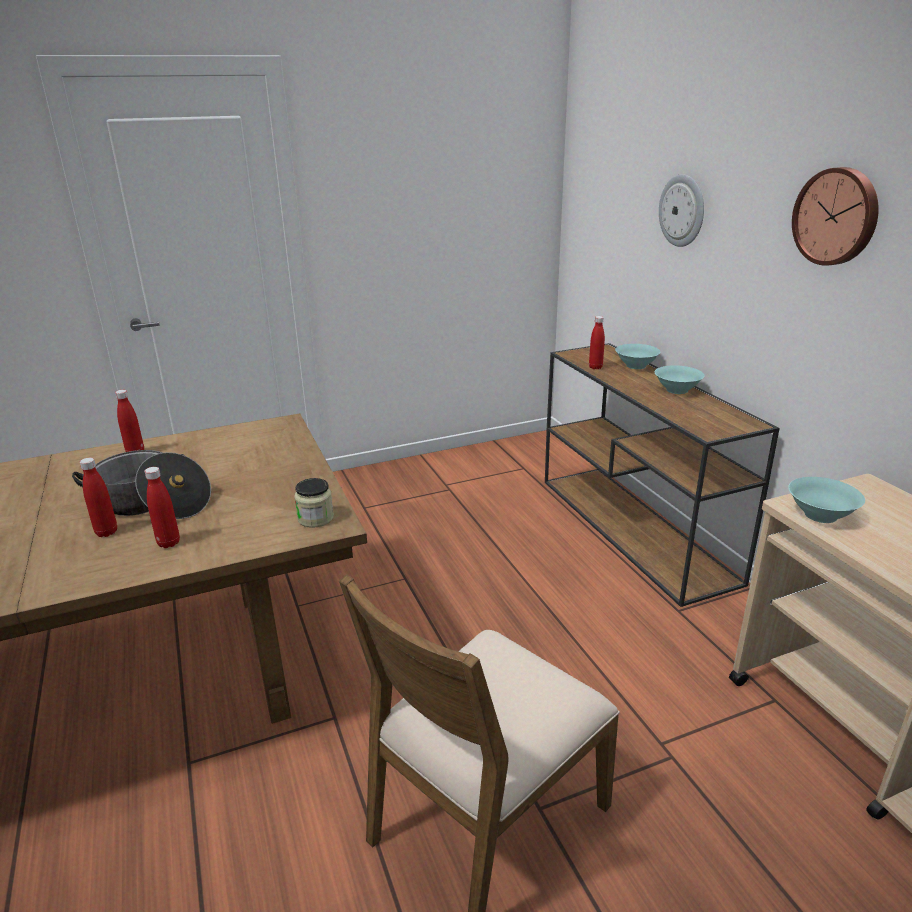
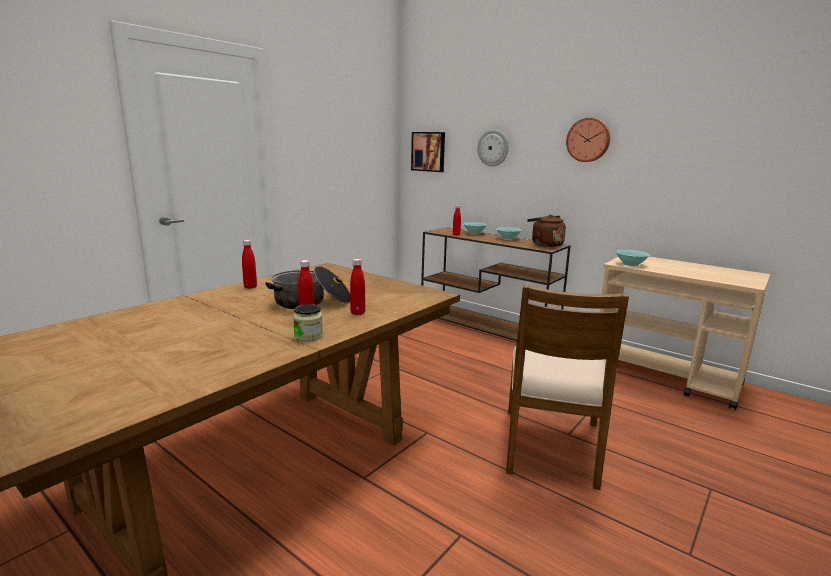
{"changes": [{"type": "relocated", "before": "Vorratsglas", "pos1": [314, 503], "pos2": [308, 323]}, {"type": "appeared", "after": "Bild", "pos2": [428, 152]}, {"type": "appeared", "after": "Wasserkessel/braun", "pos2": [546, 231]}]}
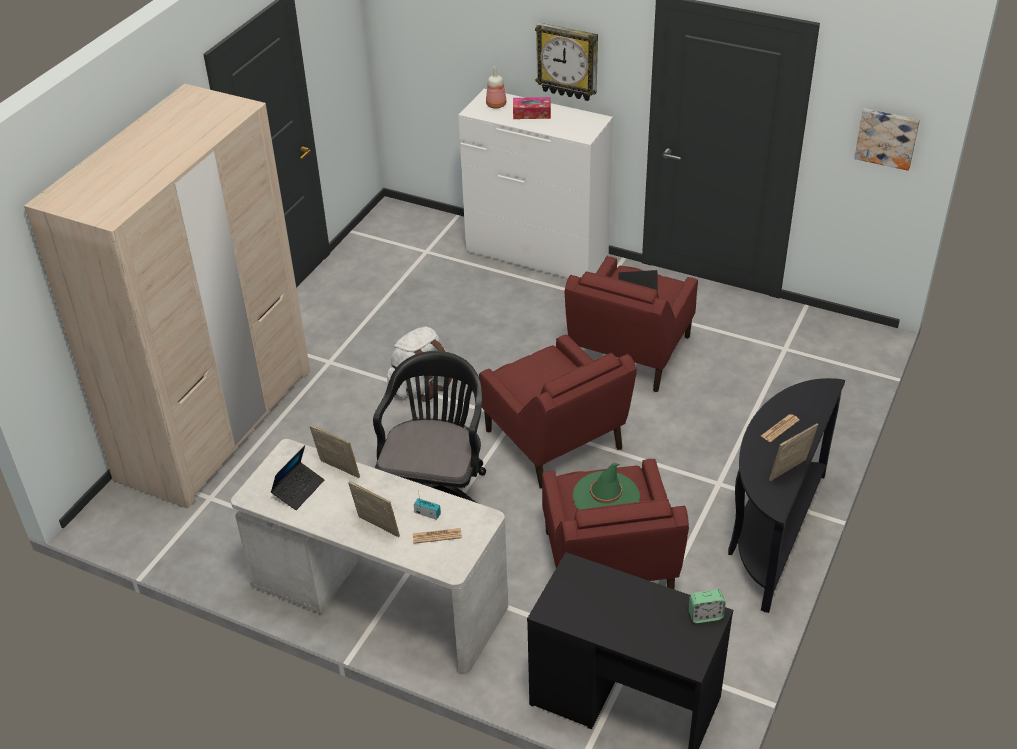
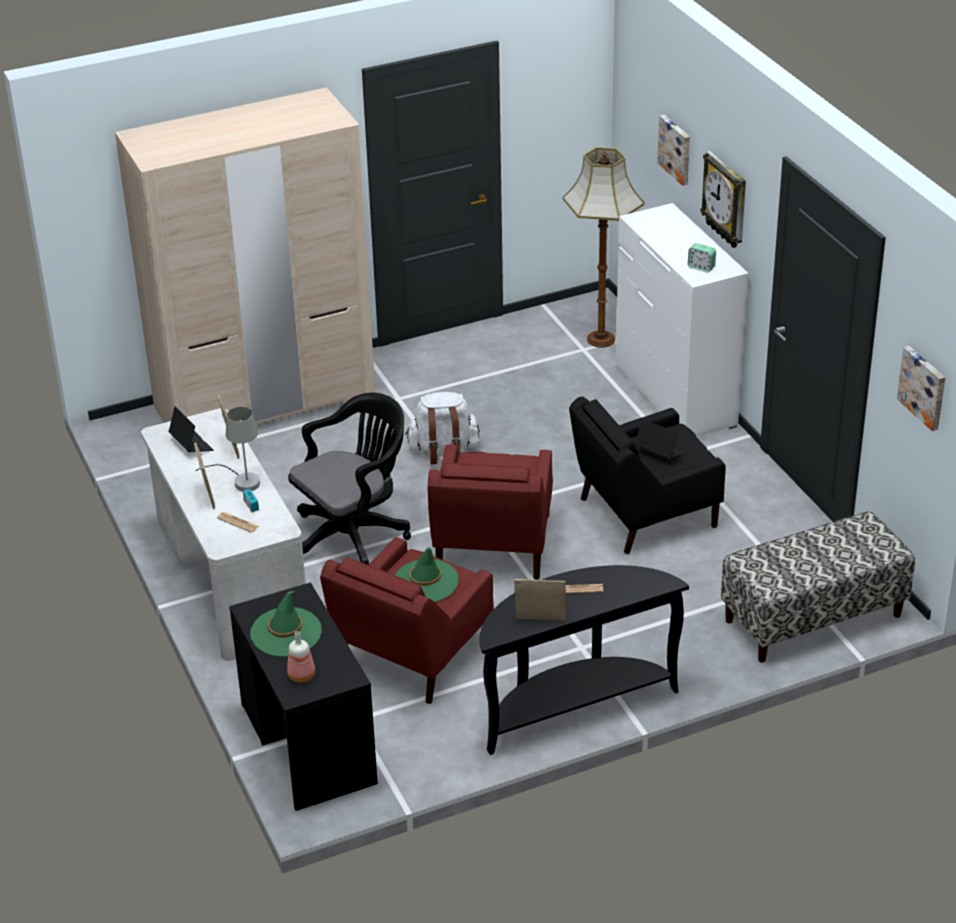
{"changes": [{"type": "spun", "before": "Laptop", "pos1": [297, 477], "pos2": [190, 429], "turn": -105}, {"type": "appeared", "after": "Tischlampe/grau", "pos2": [228, 449]}, {"type": "appeared", "after": "Hut/grün", "pos2": [286, 623]}, {"type": "relocated", "before": "Flasche", "pos1": [496, 87], "pos2": [301, 657]}, {"type": "appeared", "after": "Stehlampe", "pos2": [603, 247]}, {"type": "colour", "before": "Sessel/rot", "after": "Sessel/schwarz", "pos1": [631, 324], "pos2": [647, 475]}, {"type": "appeared", "after": "Bild", "pos2": [673, 150]}, {"type": "relocated", "before": "Wecker", "pos1": [707, 606], "pos2": [702, 258]}, {"type": "appeared", "after": "Bank", "pos2": [818, 587]}, {"type": "missing", "before": "Taschentuchbox", "pos1": [532, 108]}]}
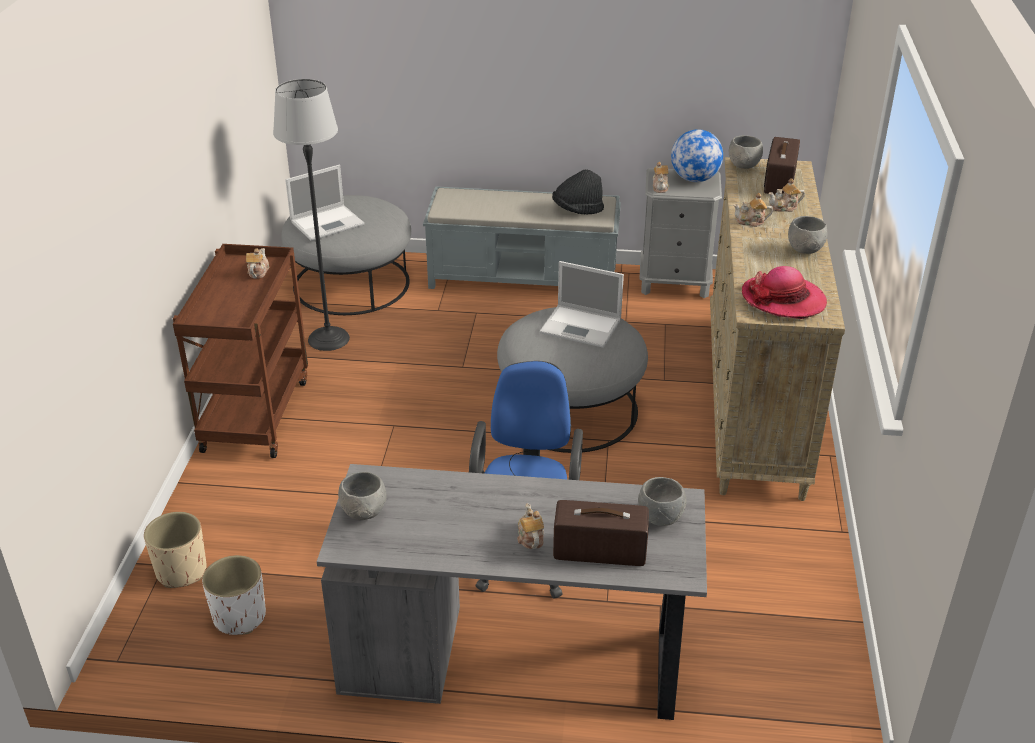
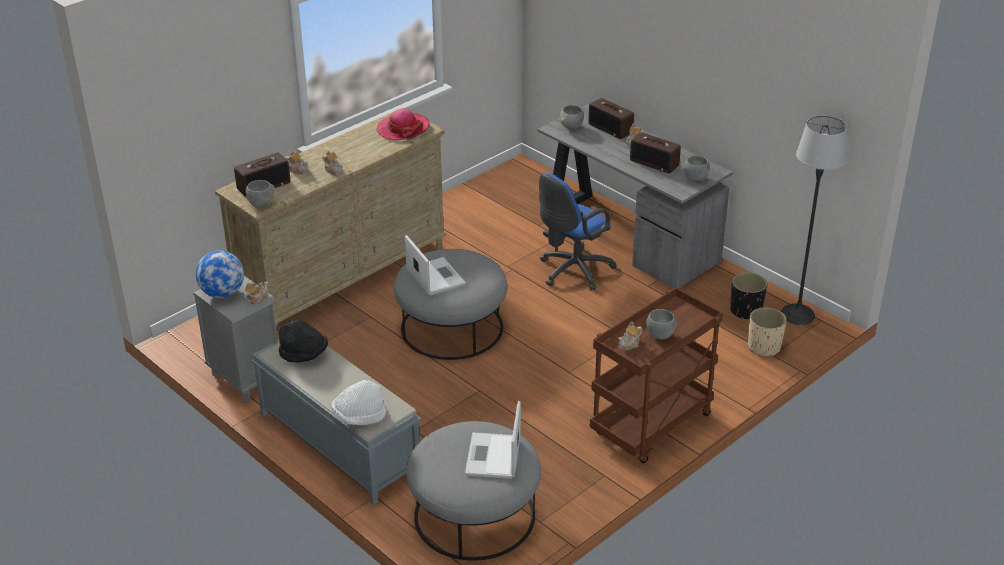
{"changes": [{"type": "appeared", "after": "Hut/weiß", "pos2": [359, 402]}, {"type": "spun", "before": "Laptop", "pos1": [325, 203], "pos2": [493, 440], "turn": -90}, {"type": "appeared", "after": "Radio", "pos2": [655, 152]}, {"type": "relocated", "before": "Schüssel/grau", "pos1": [807, 235], "pos2": [661, 324]}, {"type": "colour", "before": "Pflanzkübel/weiß", "after": "Pflanzkübel/schwarz", "pos1": [234, 595], "pos2": [748, 296]}, {"type": "relocated", "before": "Stehlampe", "pos1": [311, 215], "pos2": [814, 220]}]}
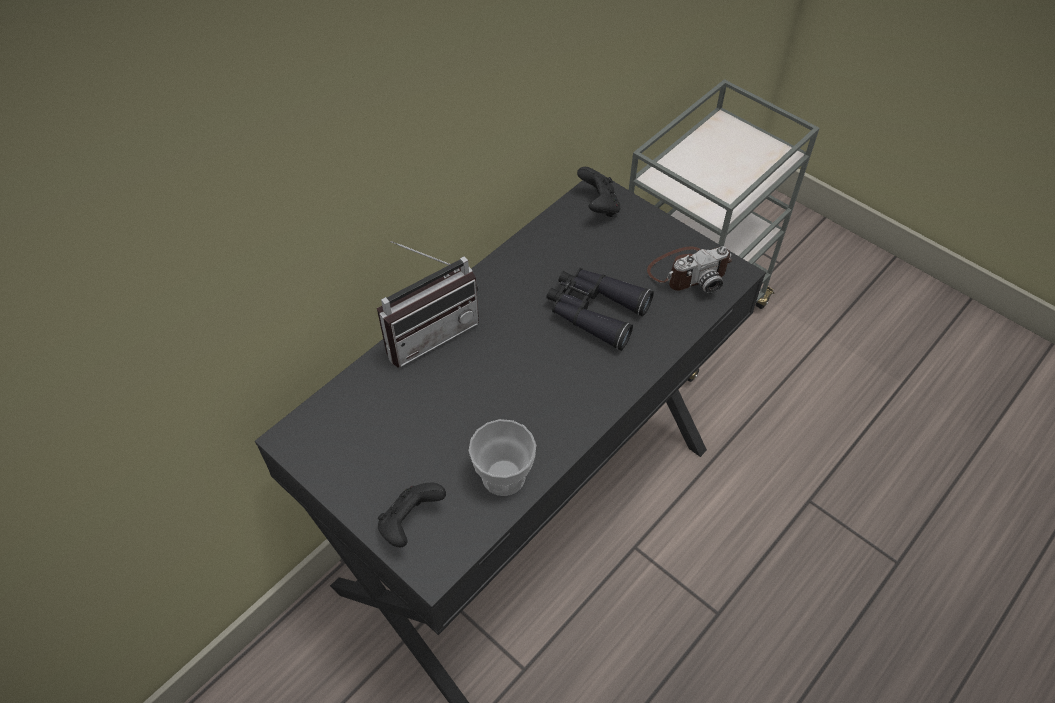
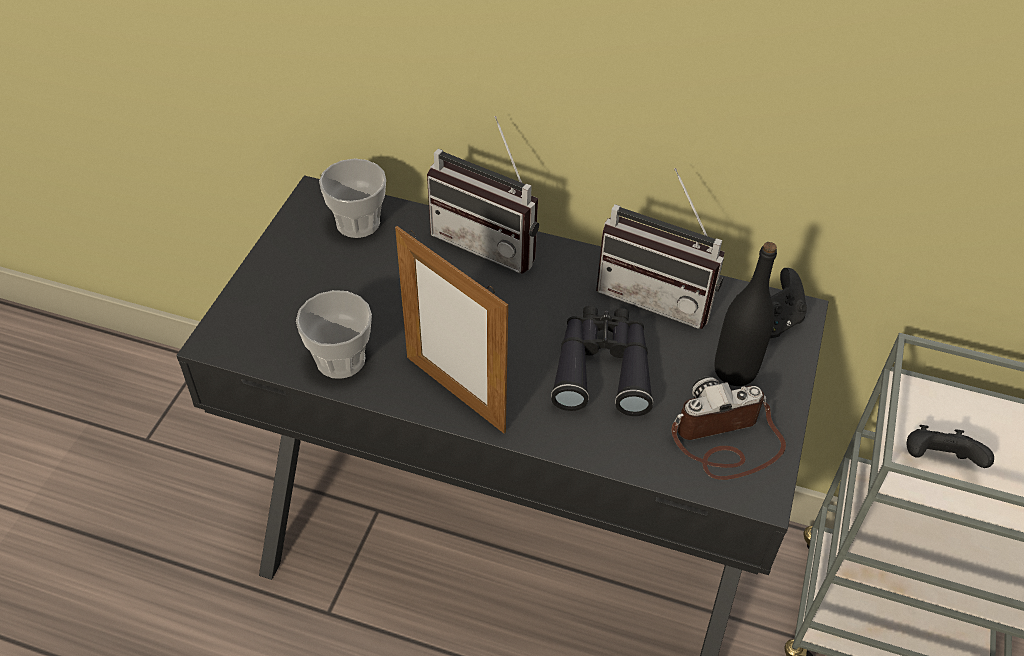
{"changes": [{"type": "appeared", "after": "Tasse", "pos2": [352, 198]}, {"type": "appeared", "after": "Bilderrahmen", "pos2": [451, 330]}, {"type": "appeared", "after": "Radio", "pos2": [660, 248]}, {"type": "spun", "before": "Kamera", "pos1": [689, 269], "pos2": [728, 428], "turn": 120}, {"type": "appeared", "after": "Flasche/schwarz", "pos2": [745, 314]}, {"type": "relocated", "before": "Gamepad/schwarz", "pos1": [412, 515], "pos2": [950, 446]}]}
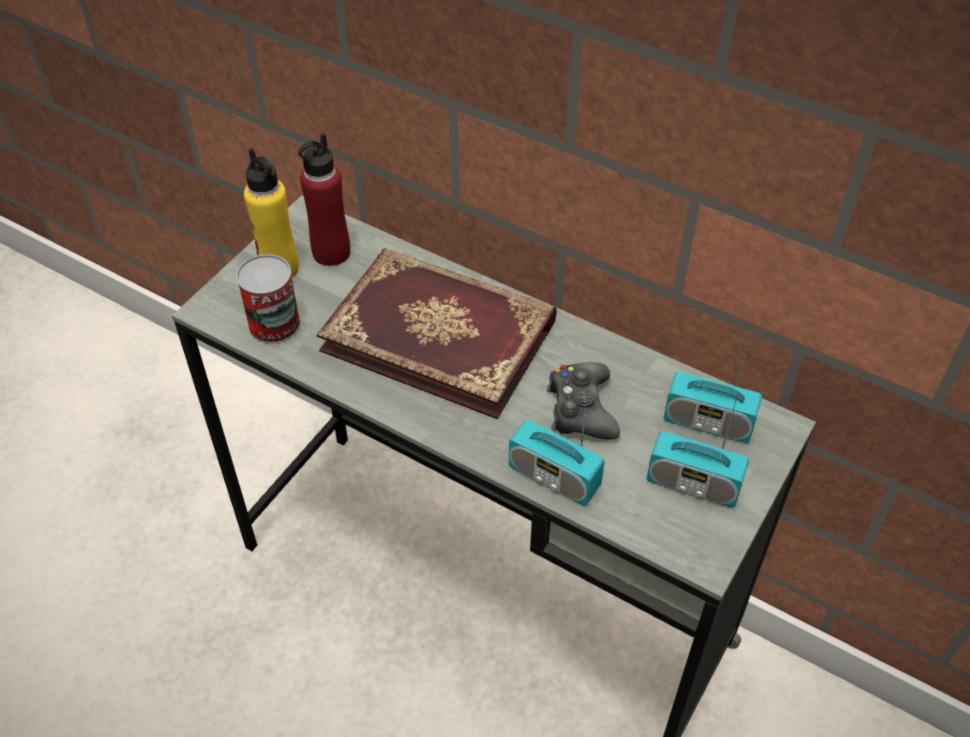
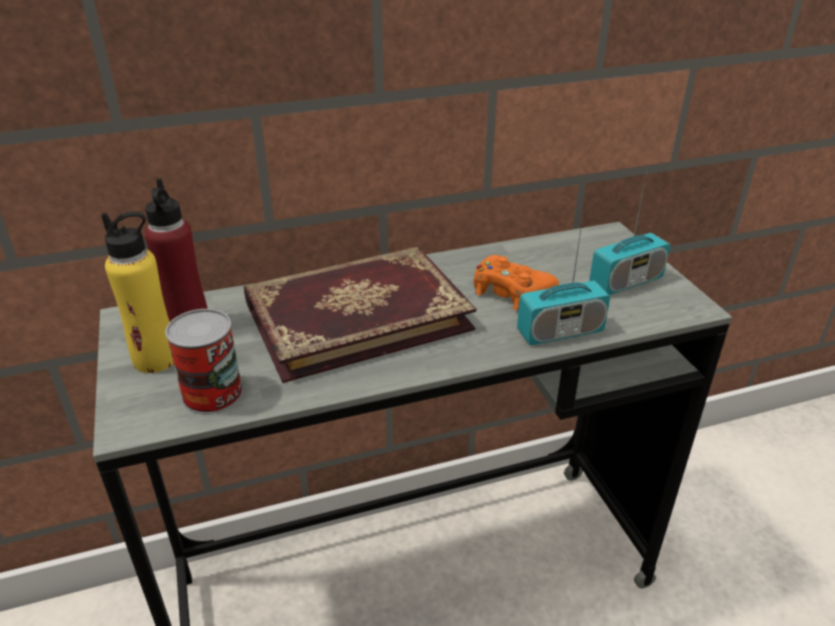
{"changes": [{"type": "colour", "before": "Gamepad/schwarz", "after": "Gamepad/orange", "pos1": [583, 401], "pos2": [516, 282]}, {"type": "missing", "before": "Radio", "pos1": [713, 386]}]}
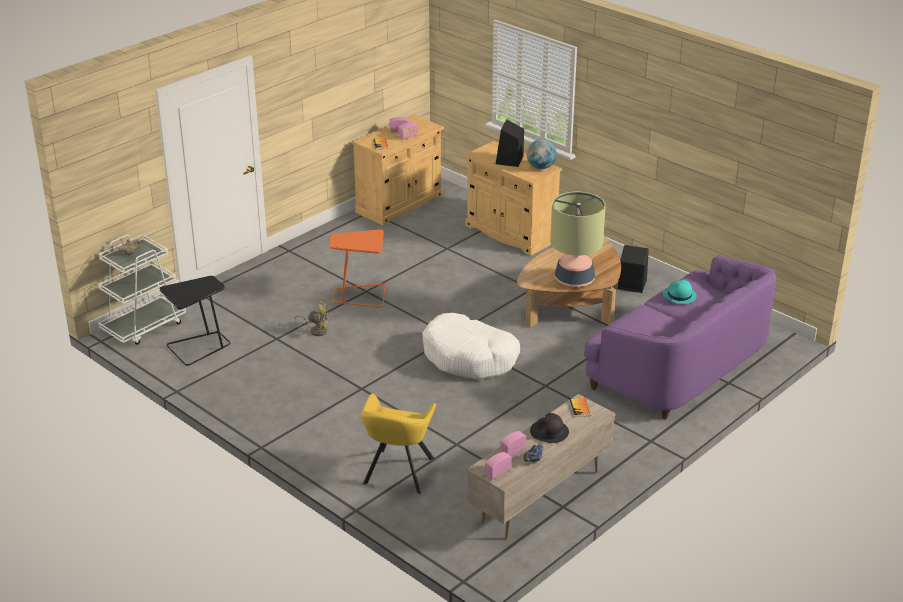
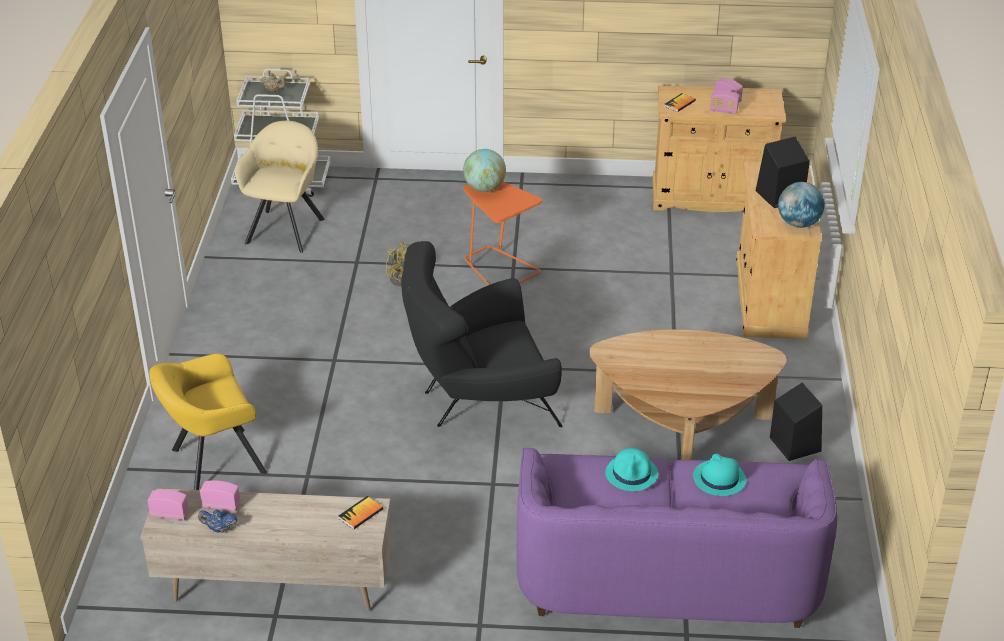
{"changes": [{"type": "exchanged", "before": "Beistelltisch/schwarz", "after": "Sessel/beige", "pos1": [194, 321], "pos2": [280, 187]}, {"type": "exchanged", "before": "Hundebett/weiß", "after": "Sessel/schwarz", "pos1": [471, 346], "pos2": [481, 334]}, {"type": "appeared", "after": "Globus", "pos2": [484, 170]}, {"type": "appeared", "after": "Hut/türkis", "pos2": [631, 469]}, {"type": "missing", "before": "Hut/schwarz", "pos1": [549, 428]}, {"type": "missing", "before": "Tischlampe", "pos1": [578, 239]}]}
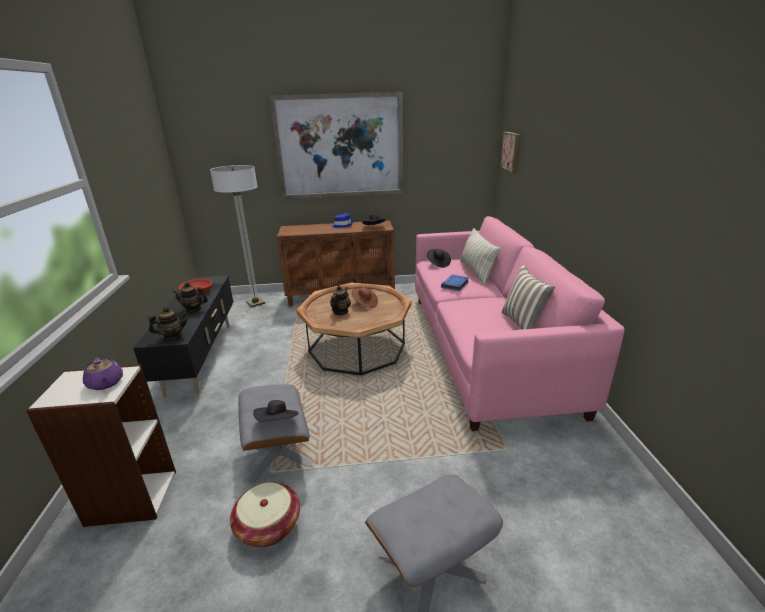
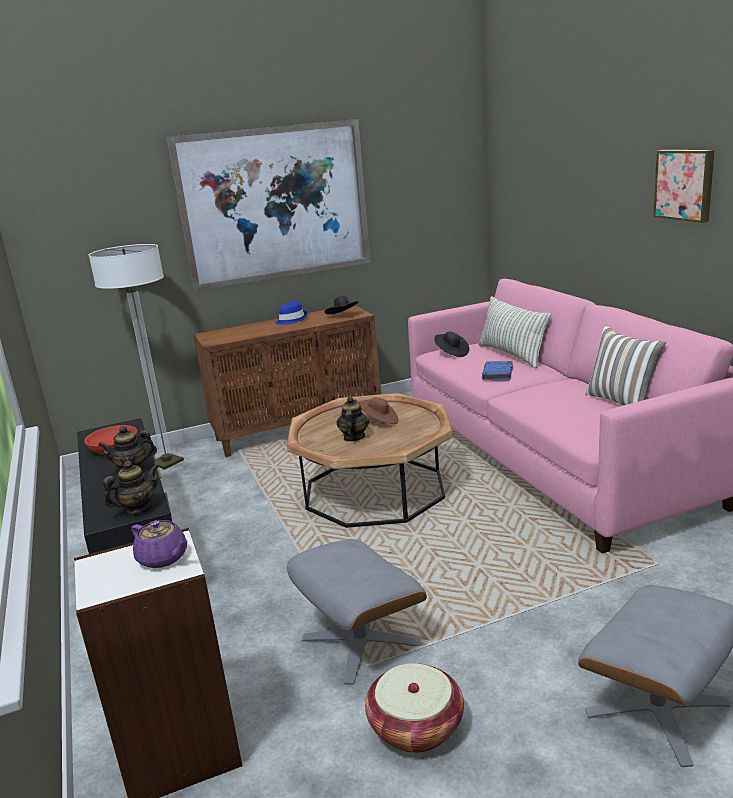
{"changes": [{"type": "relocated", "before": "Bild", "pos1": [510, 152], "pos2": [683, 186]}, {"type": "missing", "before": "Hut/schwarz", "pos1": [276, 411]}]}
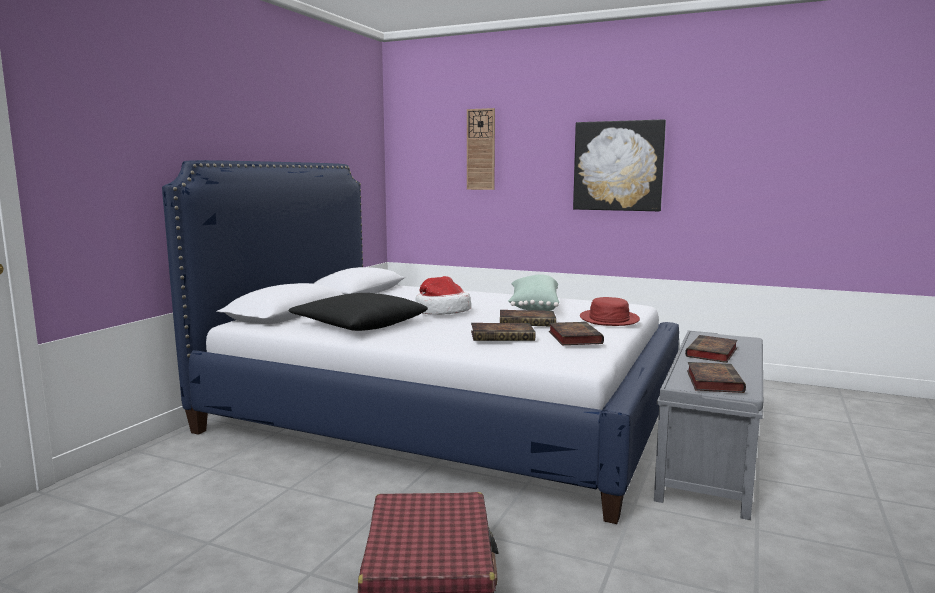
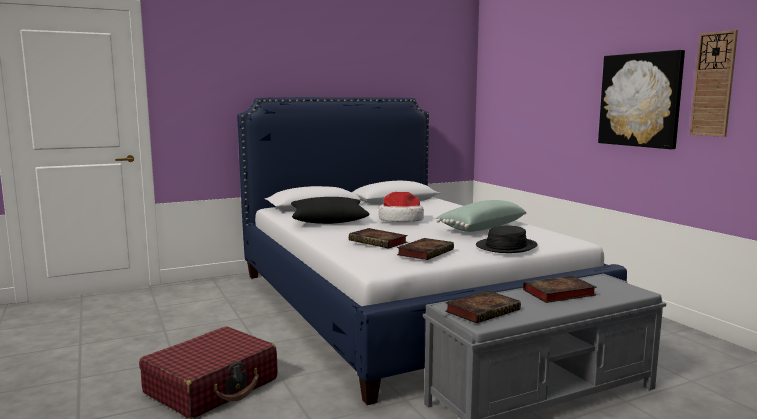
{"changes": [{"type": "colour", "before": "Hut/rot", "after": "Hut/schwarz", "pos1": [610, 311], "pos2": [507, 239]}, {"type": "relocated", "before": "Wanduhr", "pos1": [481, 149], "pos2": [714, 83]}, {"type": "missing", "before": "Buch", "pos1": [528, 318]}]}
